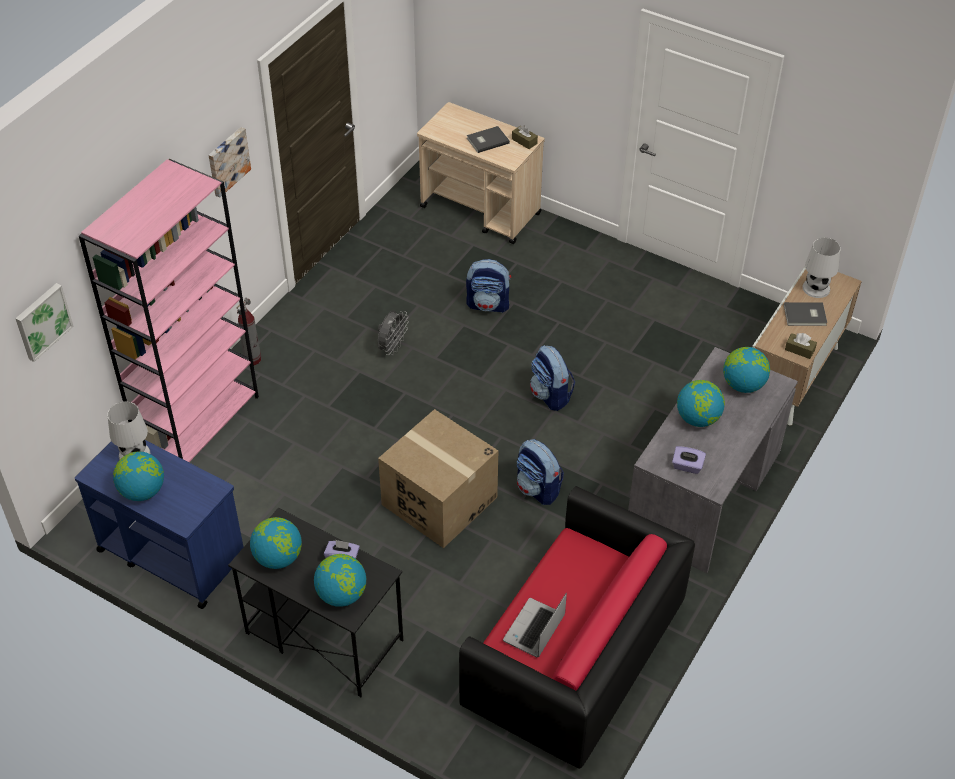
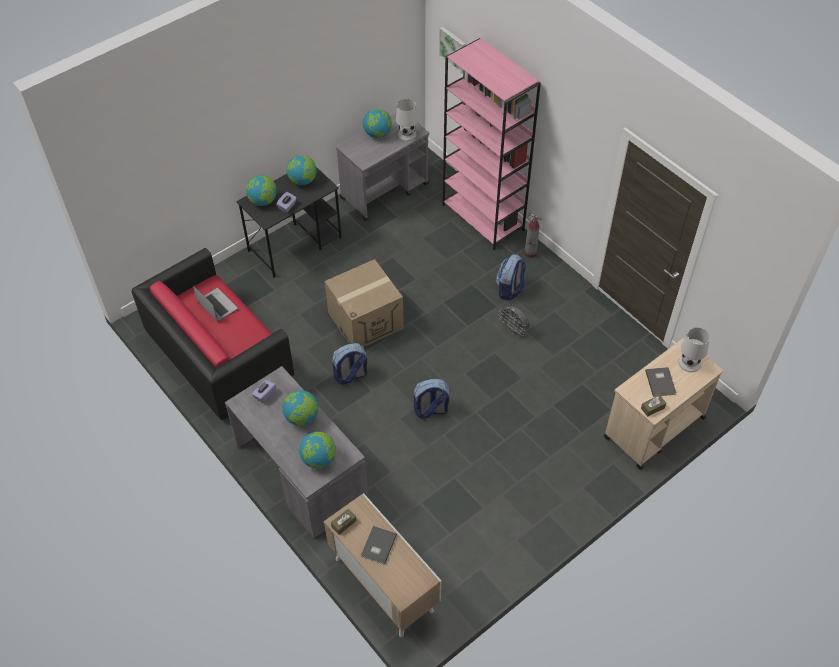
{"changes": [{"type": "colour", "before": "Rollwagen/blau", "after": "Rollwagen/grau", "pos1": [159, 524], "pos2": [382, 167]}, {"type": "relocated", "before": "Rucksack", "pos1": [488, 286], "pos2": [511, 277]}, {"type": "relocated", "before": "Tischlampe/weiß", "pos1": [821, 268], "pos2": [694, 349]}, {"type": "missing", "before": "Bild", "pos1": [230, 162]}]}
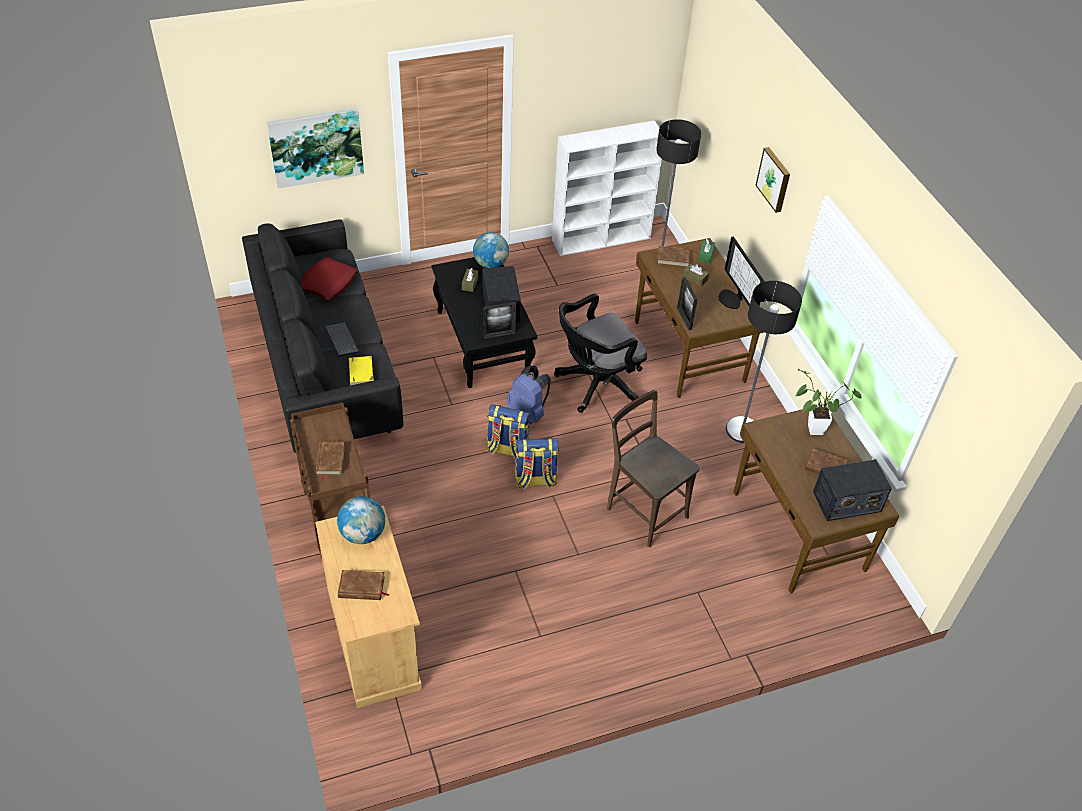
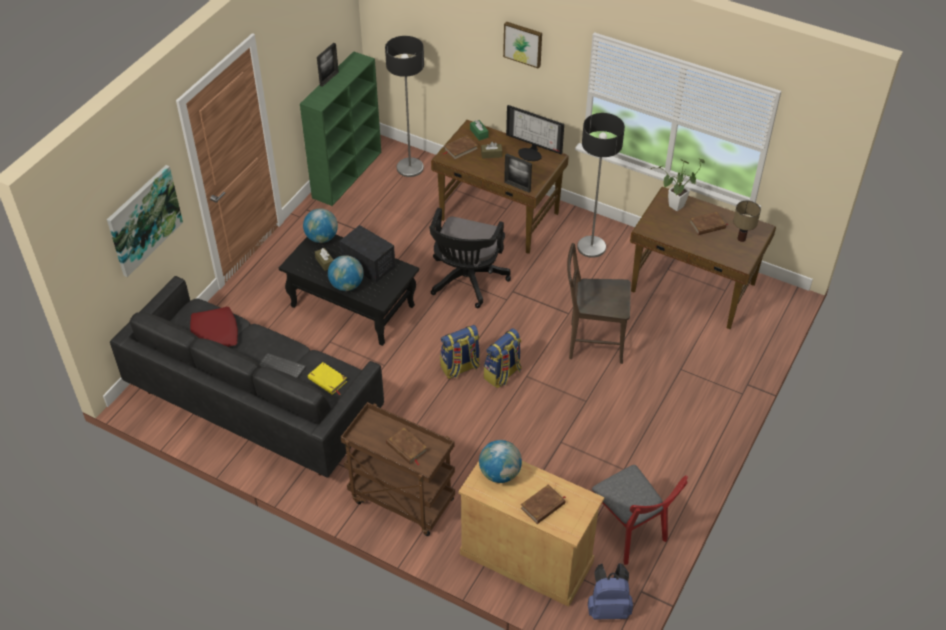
{"changes": [{"type": "colour", "before": "Bücherregal/weiß", "after": "Bücherregal/grün", "pos1": [607, 188], "pos2": [340, 128]}, {"type": "relocated", "before": "Bilderrahmen", "pos1": [499, 320], "pos2": [328, 65]}, {"type": "appeared", "after": "Globus", "pos2": [346, 273]}, {"type": "relocated", "before": "Rucksack/blau", "pos1": [529, 395], "pos2": [610, 591]}, {"type": "appeared", "after": "Stuhl/rot", "pos2": [640, 515]}, {"type": "exchanged", "before": "Radio", "after": "Tischlampe", "pos1": [852, 490], "pos2": [747, 221]}]}
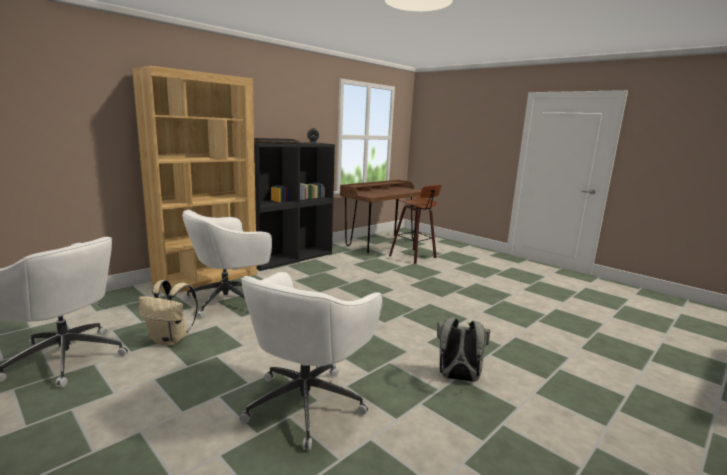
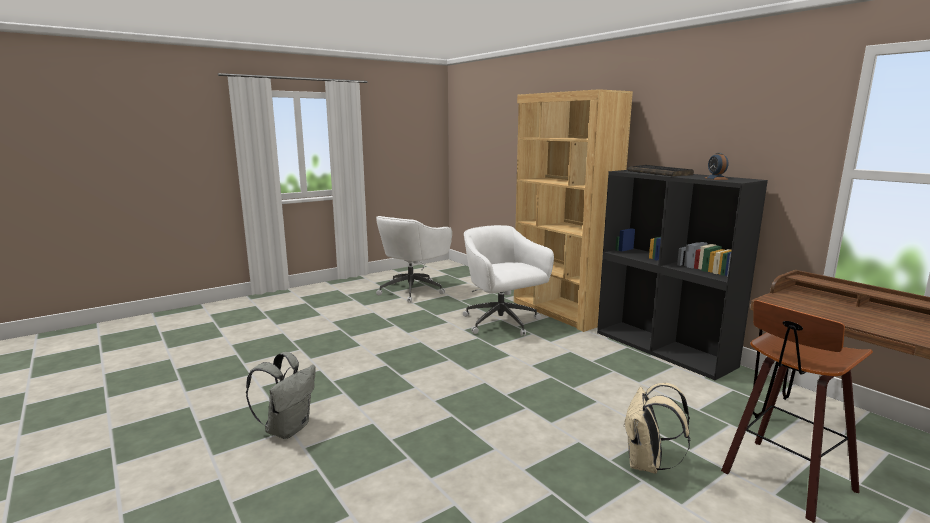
{"changes": [{"type": "relocated", "before": "Rucksack/beige", "pos1": [168, 313], "pos2": [656, 428]}, {"type": "missing", "before": "Bürostuhl/weiß", "pos1": [311, 361]}]}
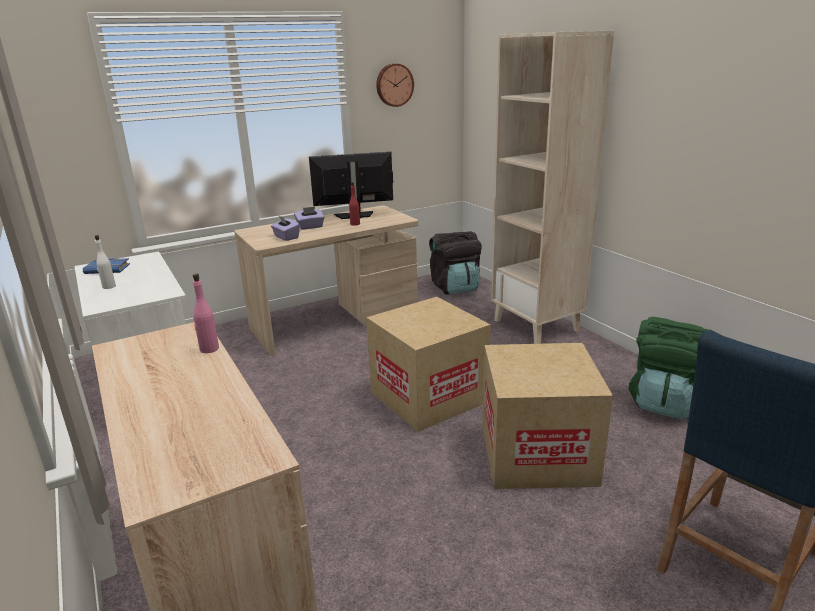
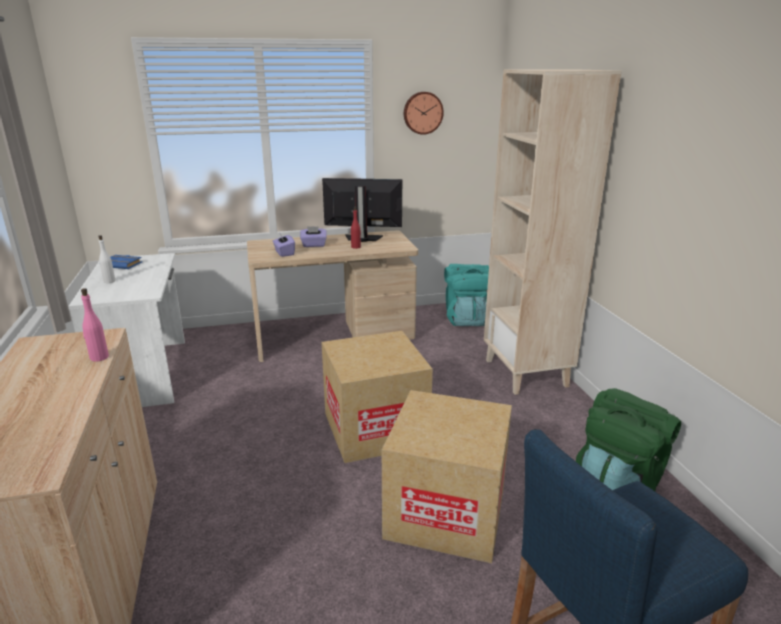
{"changes": [{"type": "colour", "before": "Rucksack/schwarz", "after": "Rucksack/türkis", "pos1": [455, 263], "pos2": [466, 295]}]}
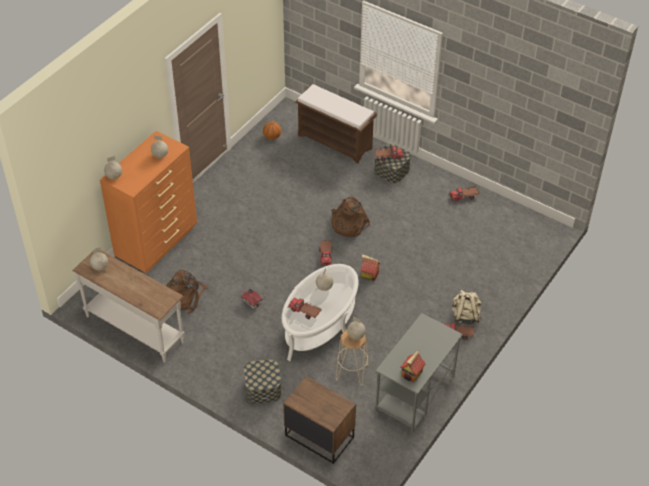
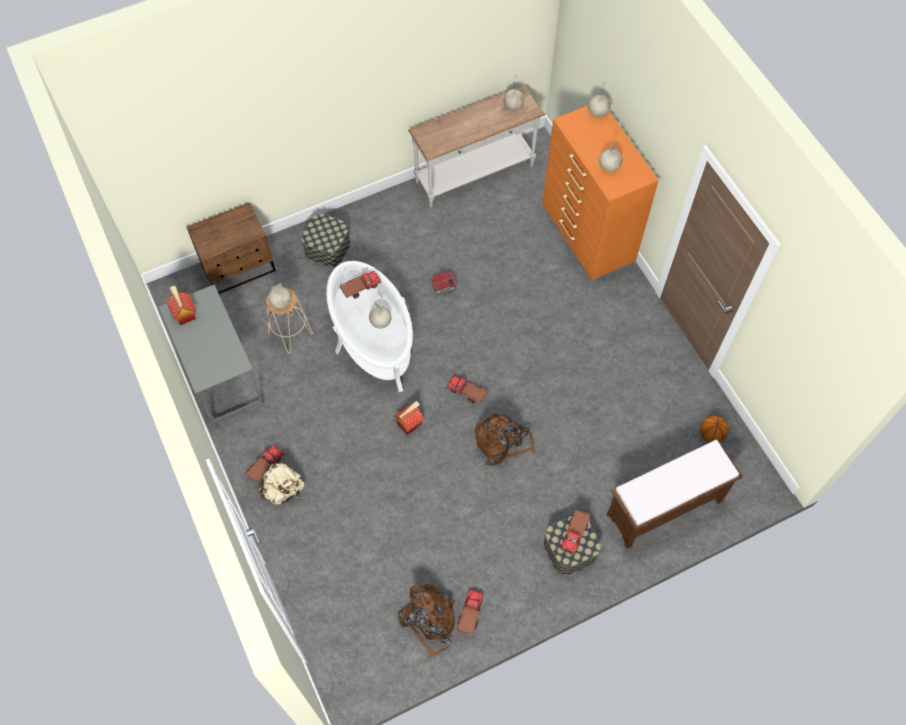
{"changes": [{"type": "relocated", "before": "Rucksack/braun", "pos1": [188, 292], "pos2": [426, 621]}]}
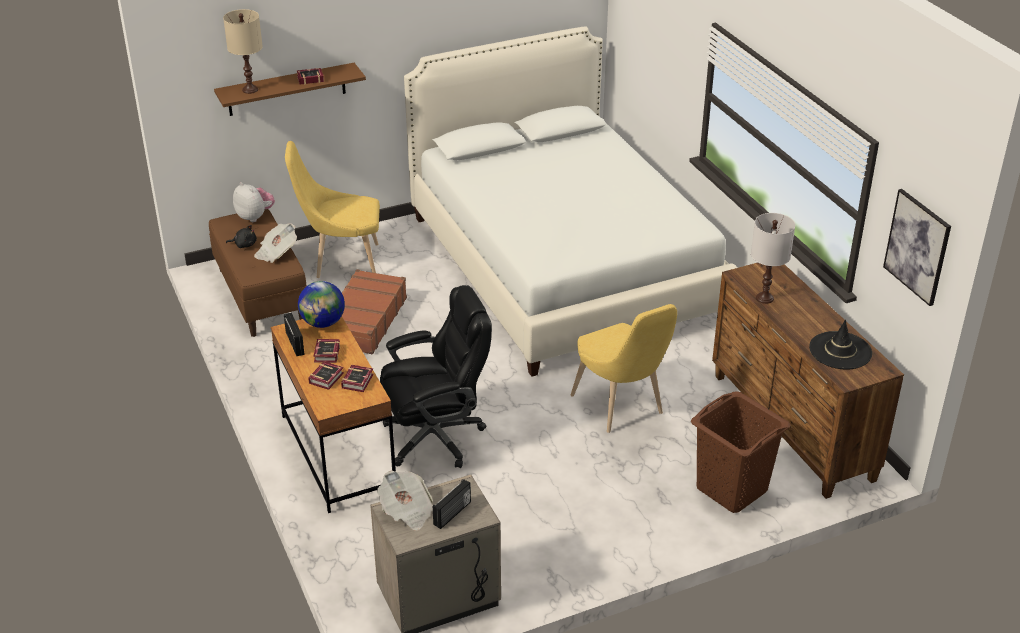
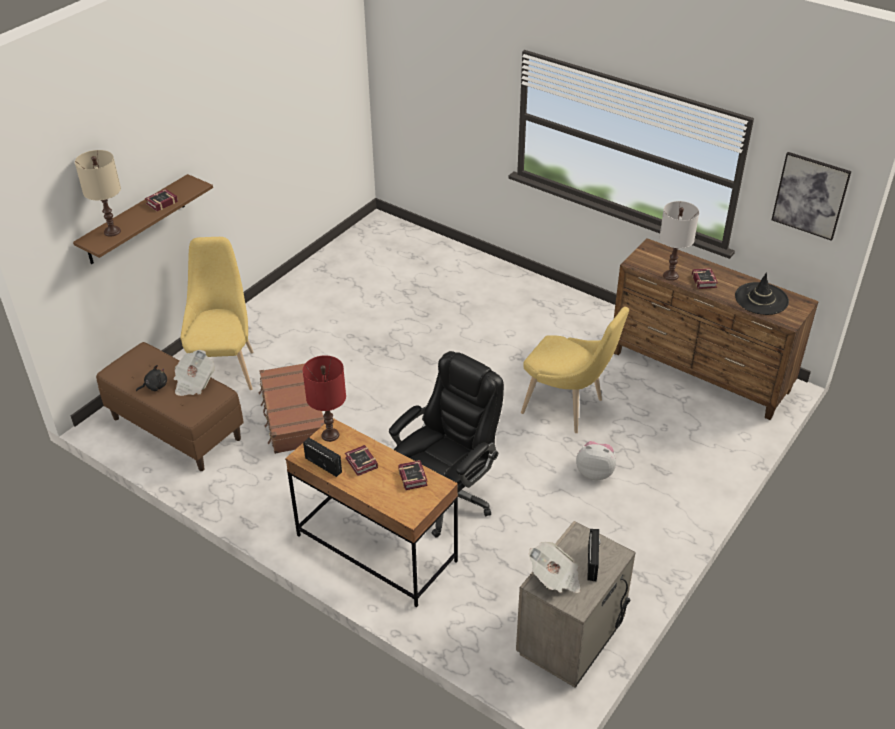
{"changes": [{"type": "spun", "before": "Stuhl/gelb", "pos1": [332, 209], "pos2": [217, 313], "turn": 120}, {"type": "exchanged", "before": "Globus", "after": "Tischlampe/rot", "pos1": [321, 304], "pos2": [324, 398]}, {"type": "relocated", "before": "Plüschtier", "pos1": [254, 202], "pos2": [596, 461]}, {"type": "relocated", "before": "Buch", "pos1": [326, 375], "pos2": [705, 278]}, {"type": "missing", "before": "Bett/weiß", "pos1": [570, 202]}, {"type": "missing", "before": "Wäschekorb/braun", "pos1": [741, 452]}]}
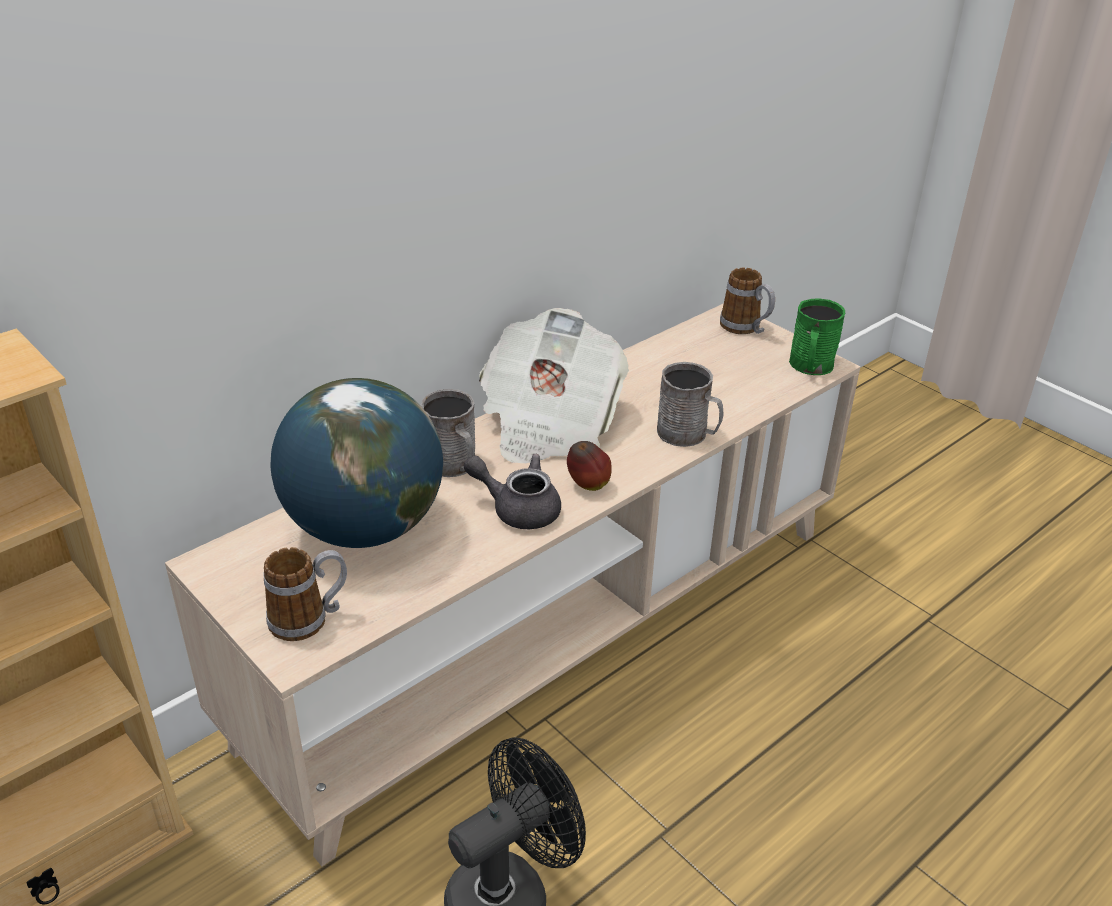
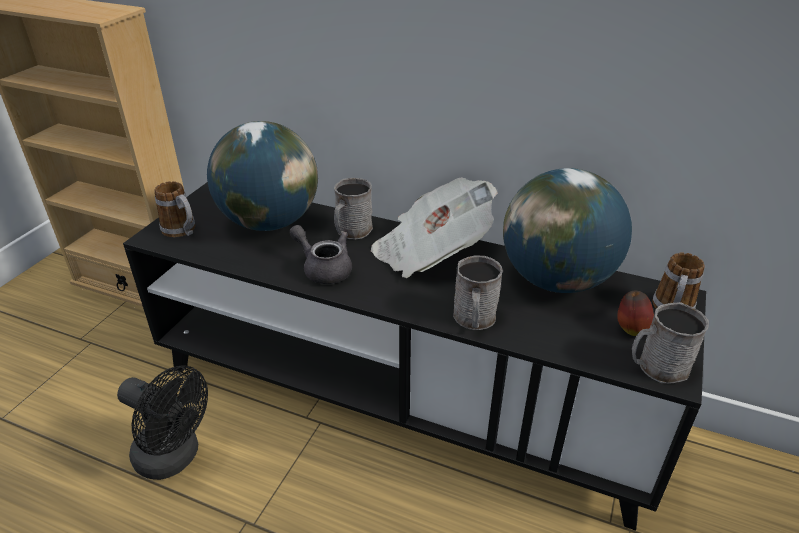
{"changes": [{"type": "colour", "before": "Fernsehschrank/beige", "after": "Fernsehschrank/schwarz", "pos1": [512, 584], "pos2": [414, 356]}, {"type": "spun", "before": "Teekanne/grau", "pos1": [512, 491], "pos2": [320, 254], "turn": -45}, {"type": "appeared", "after": "Globus", "pos2": [567, 230]}, {"type": "relocated", "before": "Apfel", "pos1": [589, 466], "pos2": [635, 313]}, {"type": "colour", "before": "Henkelbecher/grün", "after": "Henkelbecher/grau", "pos1": [817, 336], "pos2": [670, 343]}]}
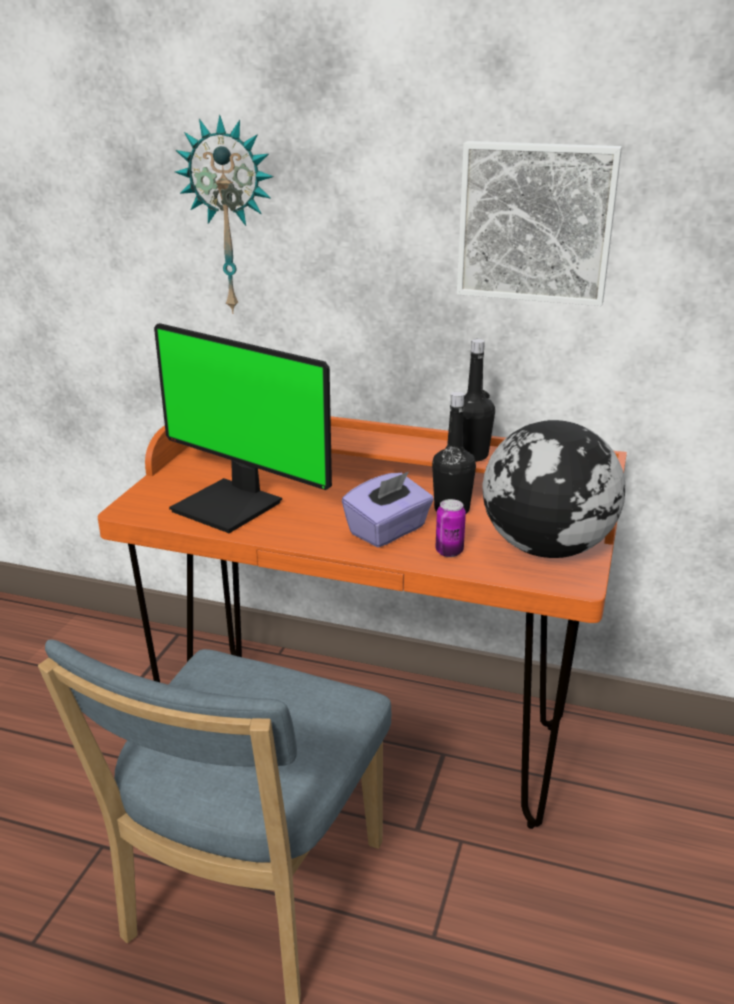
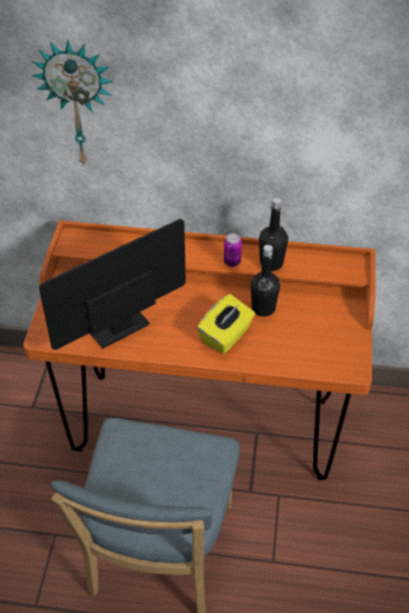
{"changes": [{"type": "spun", "before": "Monitor", "pos1": [243, 428], "pos2": [112, 284], "turn": 120}, {"type": "colour", "before": "Taschentuchbox/lila", "after": "Taschentuchbox/gelb", "pos1": [388, 509], "pos2": [226, 324]}, {"type": "relocated", "before": "Dose", "pos1": [450, 528], "pos2": [233, 250]}, {"type": "missing", "before": "Bild", "pos1": [539, 223]}, {"type": "missing", "before": "Globus", "pos1": [553, 489]}]}
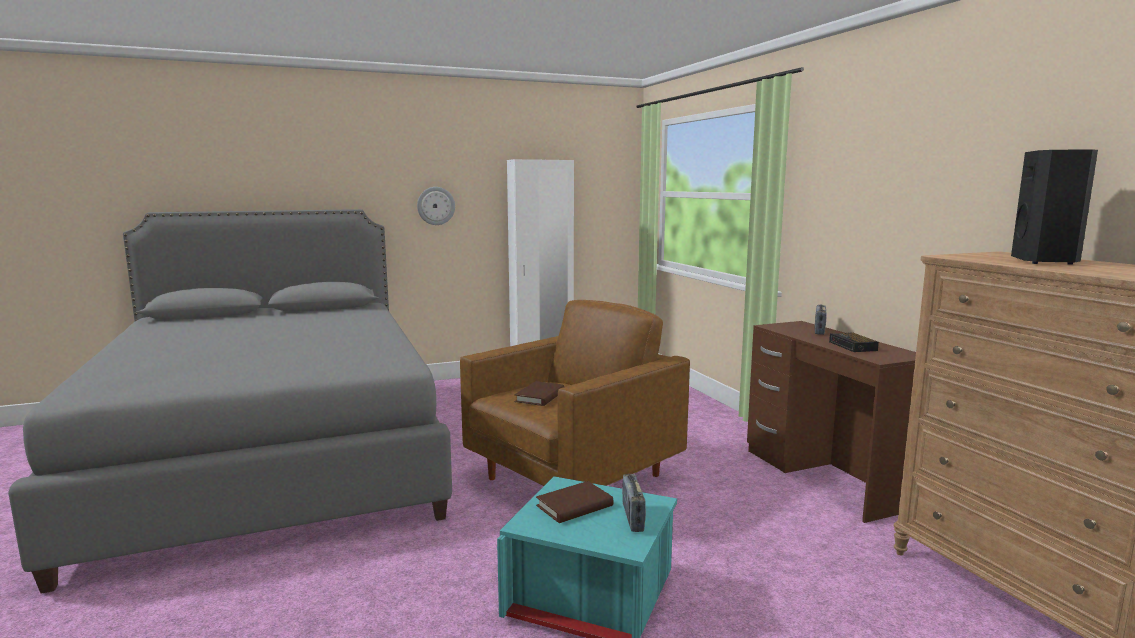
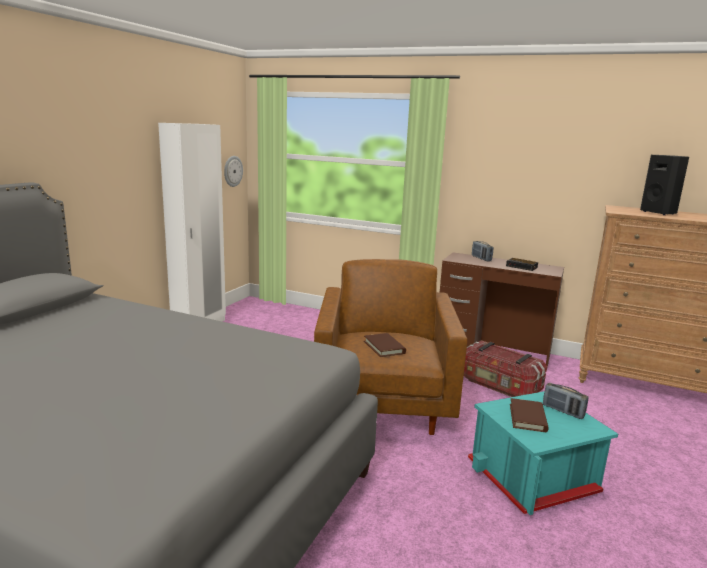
{"changes": [{"type": "relocated", "before": "Wanduhr", "pos1": [436, 206], "pos2": [233, 171]}, {"type": "appeared", "after": "Aufbewahrungsbox", "pos2": [505, 368]}]}
